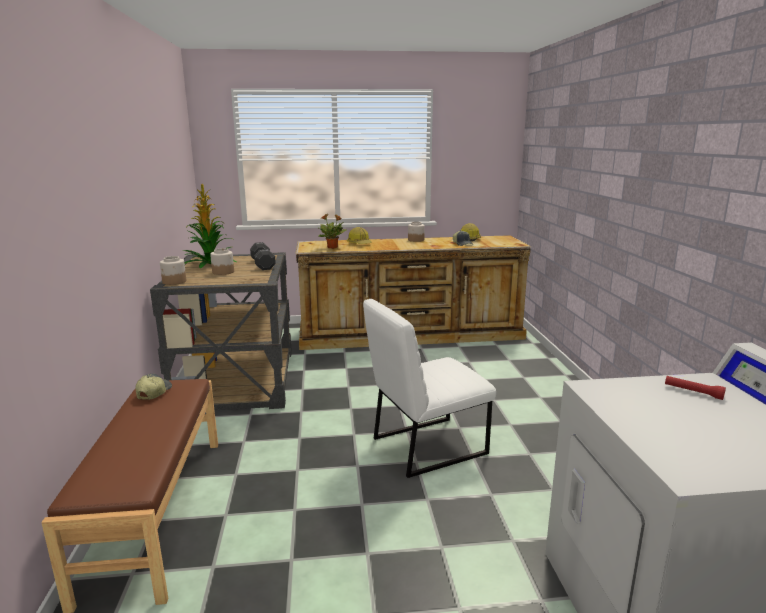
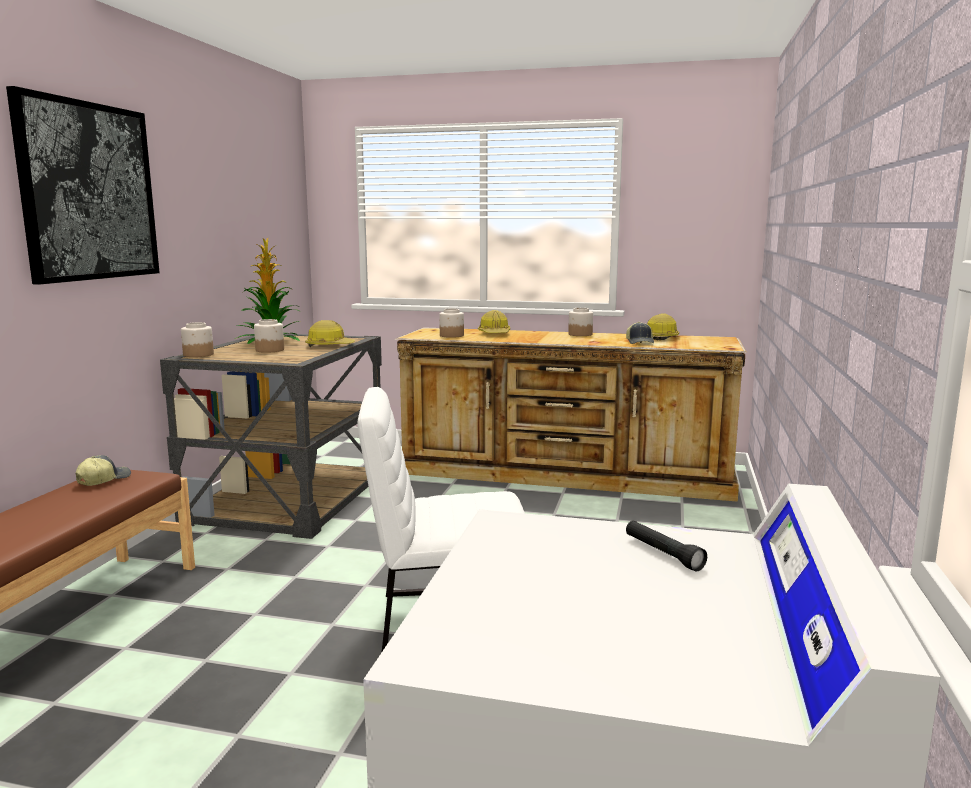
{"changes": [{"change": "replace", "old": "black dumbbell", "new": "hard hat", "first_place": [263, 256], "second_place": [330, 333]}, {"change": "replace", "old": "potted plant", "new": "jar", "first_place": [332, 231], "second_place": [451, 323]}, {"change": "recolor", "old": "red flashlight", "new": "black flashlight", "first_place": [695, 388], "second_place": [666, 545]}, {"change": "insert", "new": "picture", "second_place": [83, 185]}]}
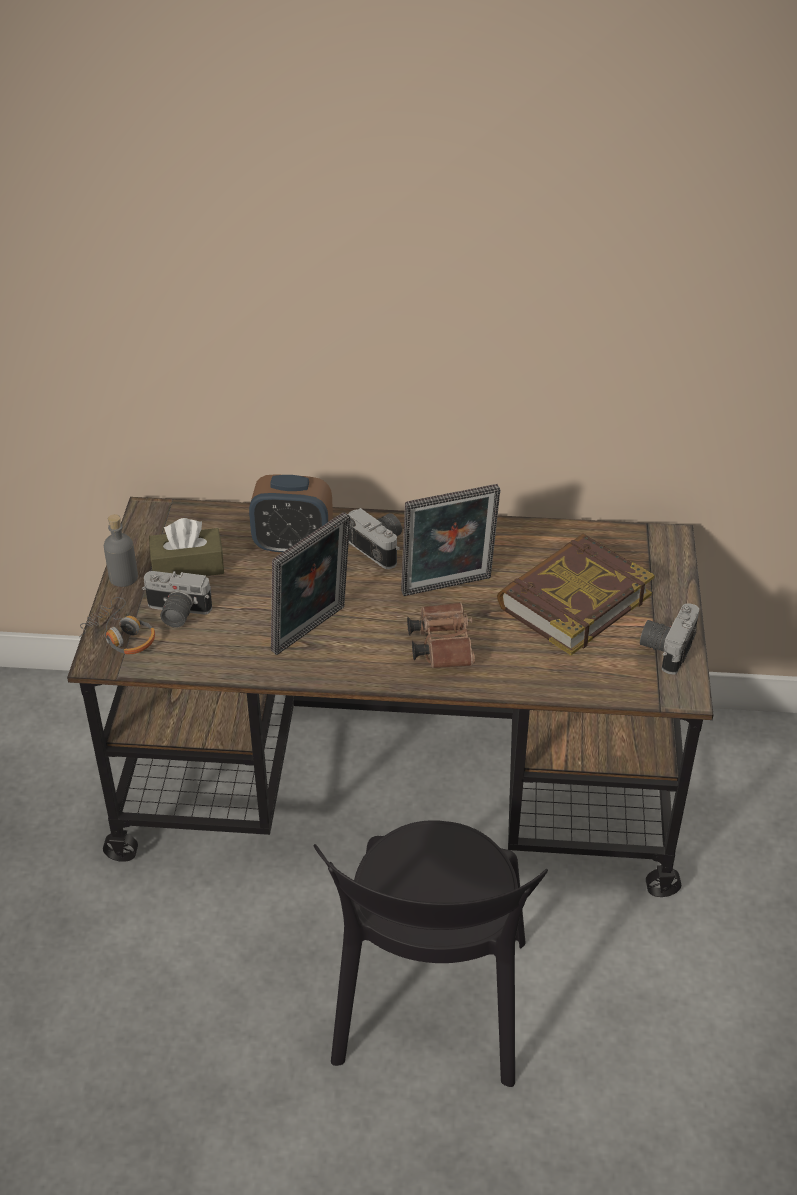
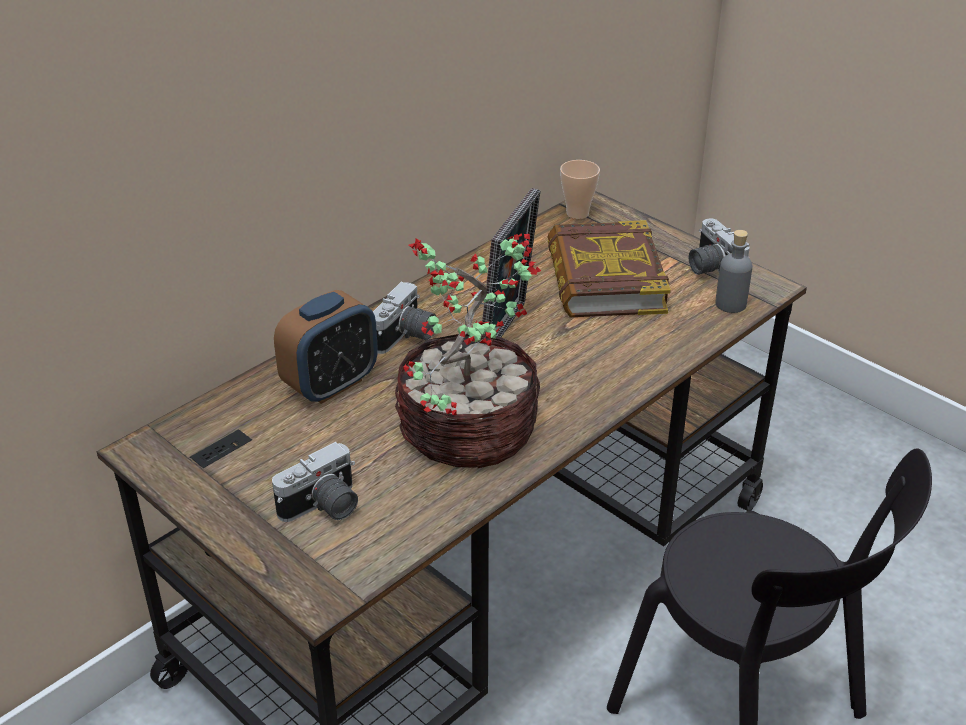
{"changes": [{"change": "delete", "old": "headphones", "first_place": [117, 626]}, {"change": "move", "old": "grey bottle", "first_place": [121, 550], "second_place": [734, 271]}, {"change": "delete", "old": "brown tissue box", "first_place": [186, 547]}, {"change": "replace", "old": "picture frame", "new": "potted plant", "first_place": [310, 583], "second_place": [468, 351]}, {"change": "rotate", "old": "photo camera", "first_place": [375, 538], "second_place": [404, 318], "degrees": 120}, {"change": "delete", "old": "brown binoculars", "first_place": [441, 635]}, {"change": "insert", "new": "cup", "second_place": [580, 189]}]}
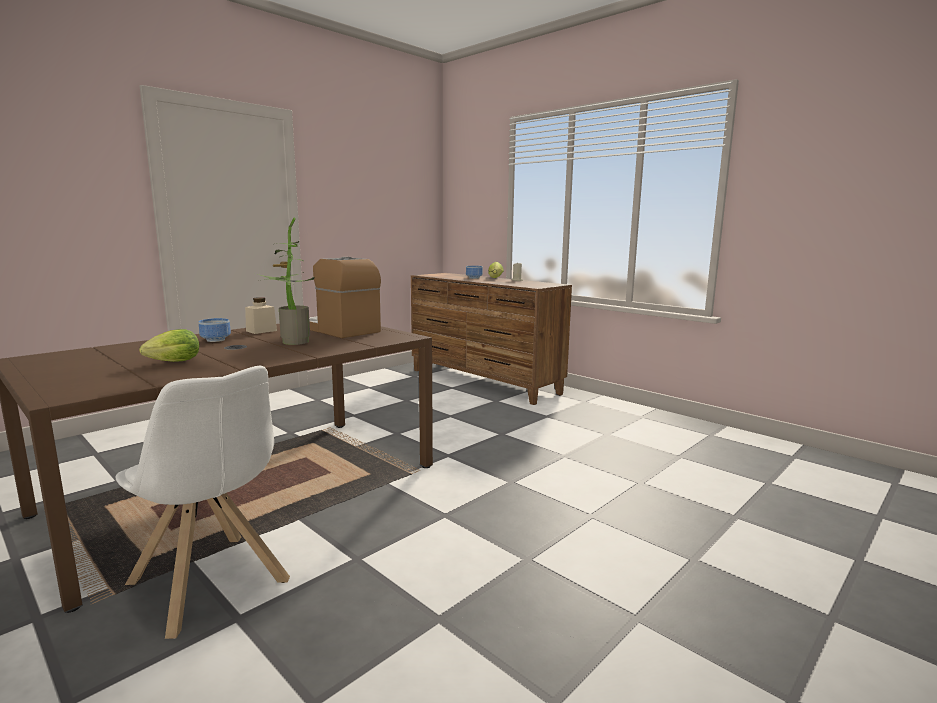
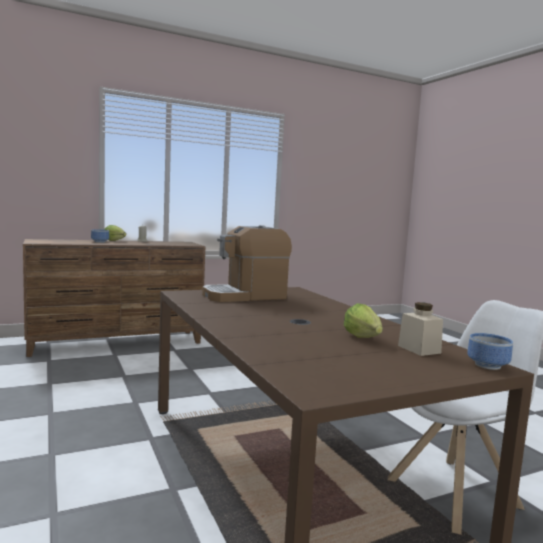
{"changes": [{"change": "move", "old": "bowl", "first_place": [215, 330], "second_place": [490, 351]}, {"change": "move", "old": "beige jar", "first_place": [261, 315], "second_place": [420, 329]}, {"change": "delete", "old": "potted plant", "first_place": [286, 281]}]}
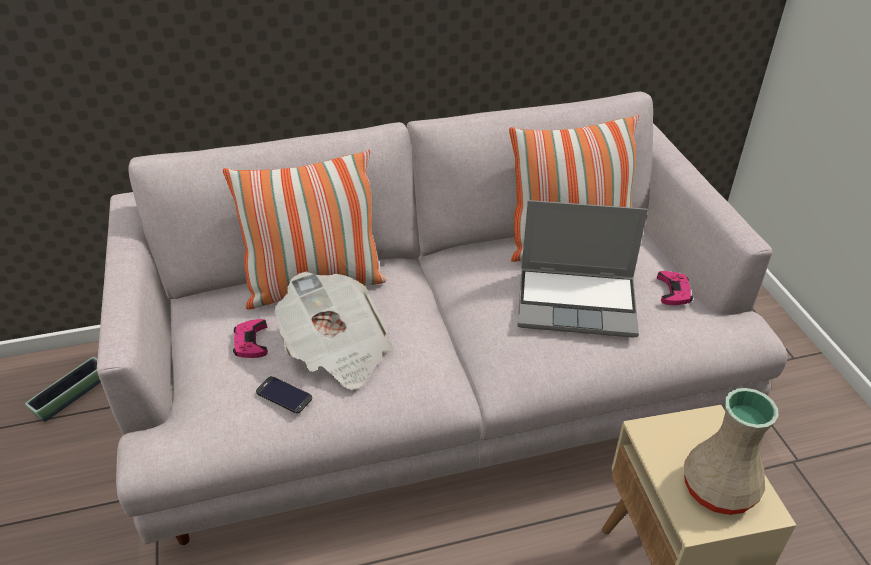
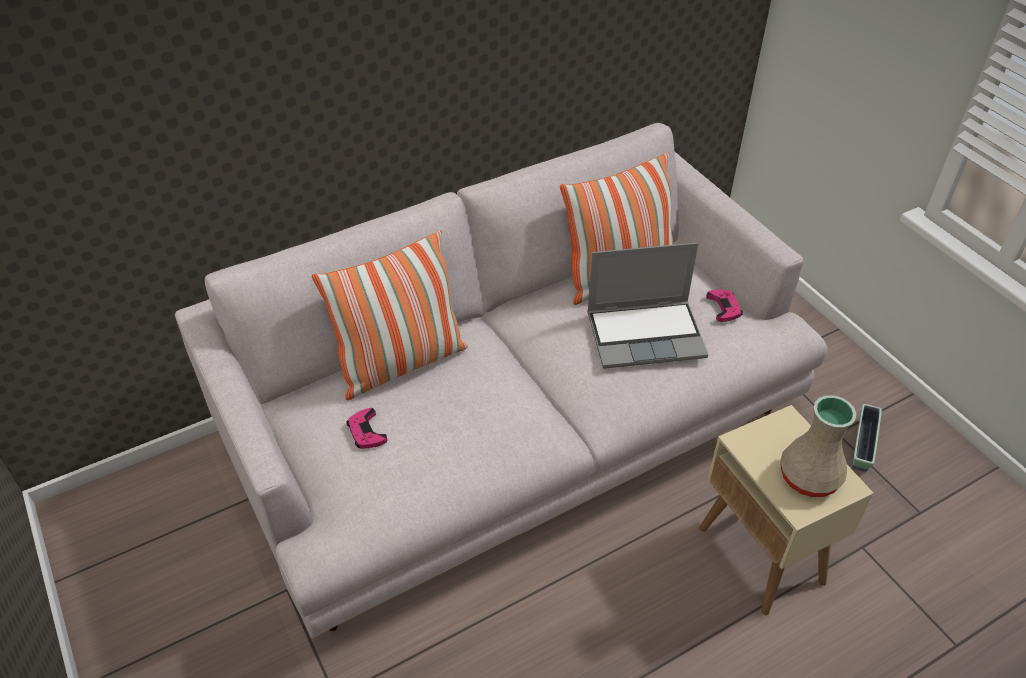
{"changes": [{"change": "move", "old": "planter", "first_place": [63, 389], "second_place": [867, 438]}, {"change": "delete", "old": "phone", "first_place": [284, 394]}, {"change": "delete", "old": "newspaper", "first_place": [333, 331]}]}
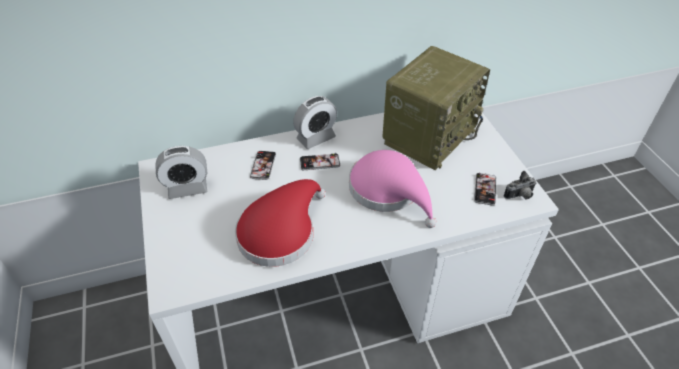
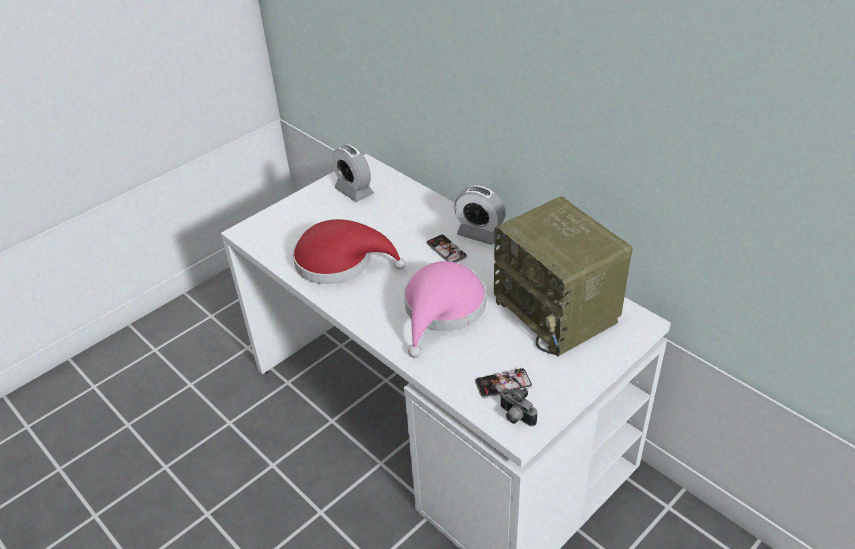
{"changes": [{"change": "delete", "old": "phone", "first_place": [263, 165]}, {"change": "rotate", "old": "radio", "first_place": [436, 108], "second_place": [563, 276], "degrees": 45}]}
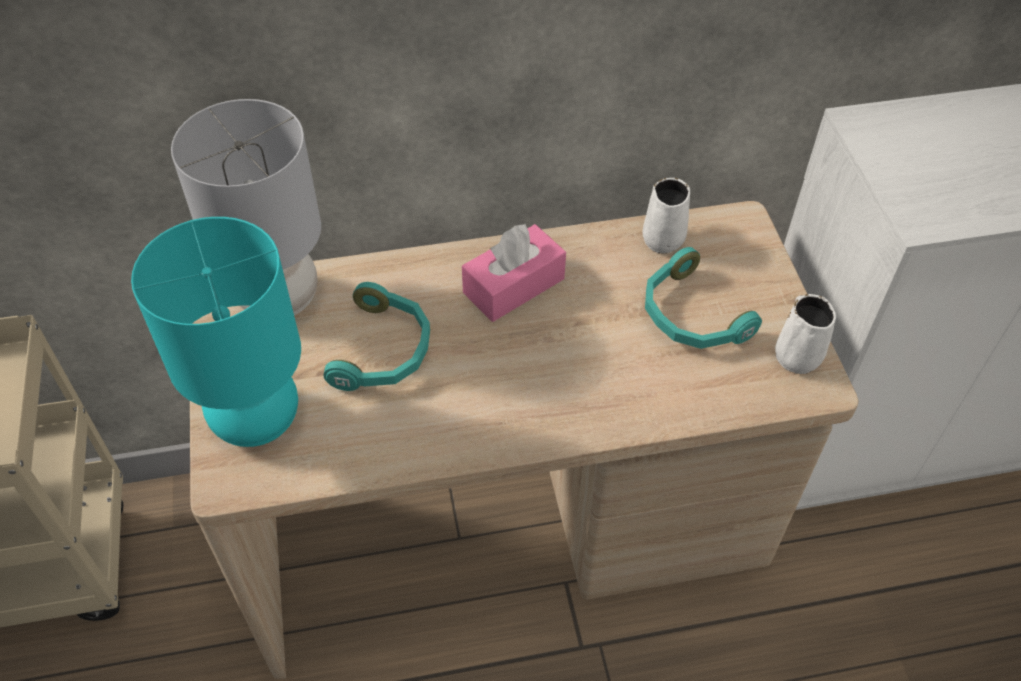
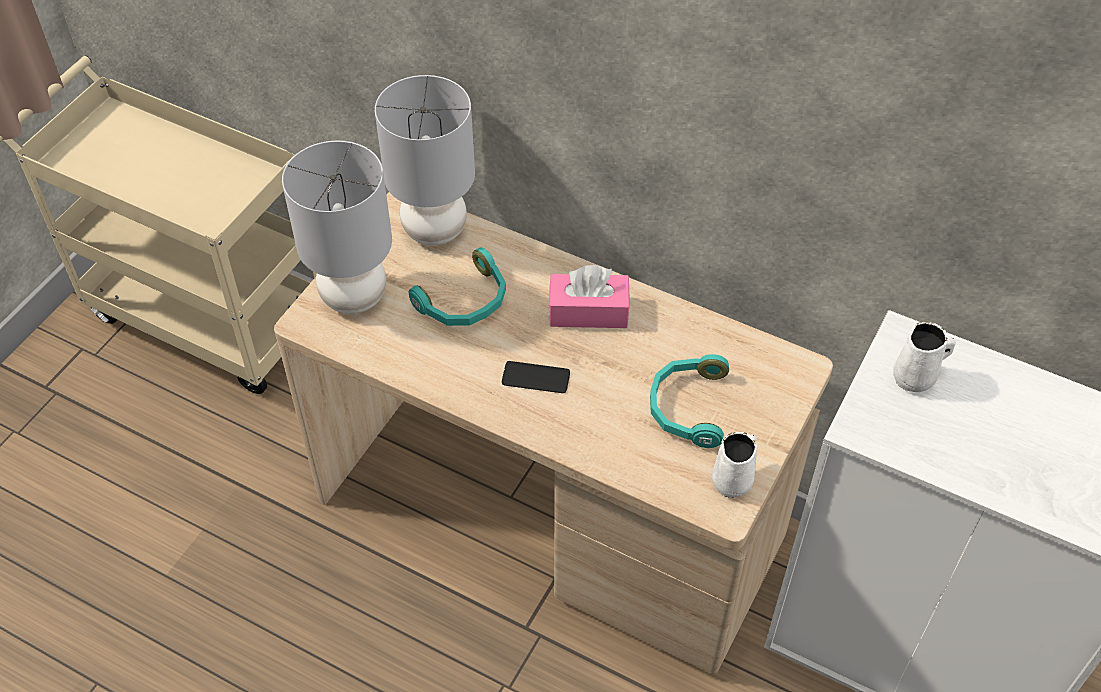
{"changes": [{"change": "recolor", "old": "turquoise table lamp", "new": "grey table lamp", "first_place": [216, 332], "second_place": [337, 227]}, {"change": "move", "old": "white mug", "first_place": [666, 216], "second_place": [924, 357]}, {"change": "insert", "new": "phone", "second_place": [536, 377]}]}
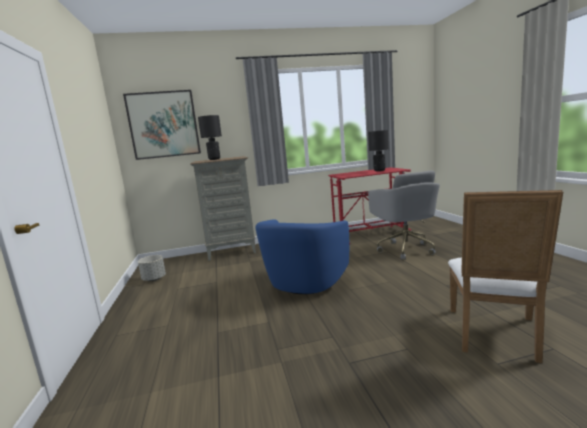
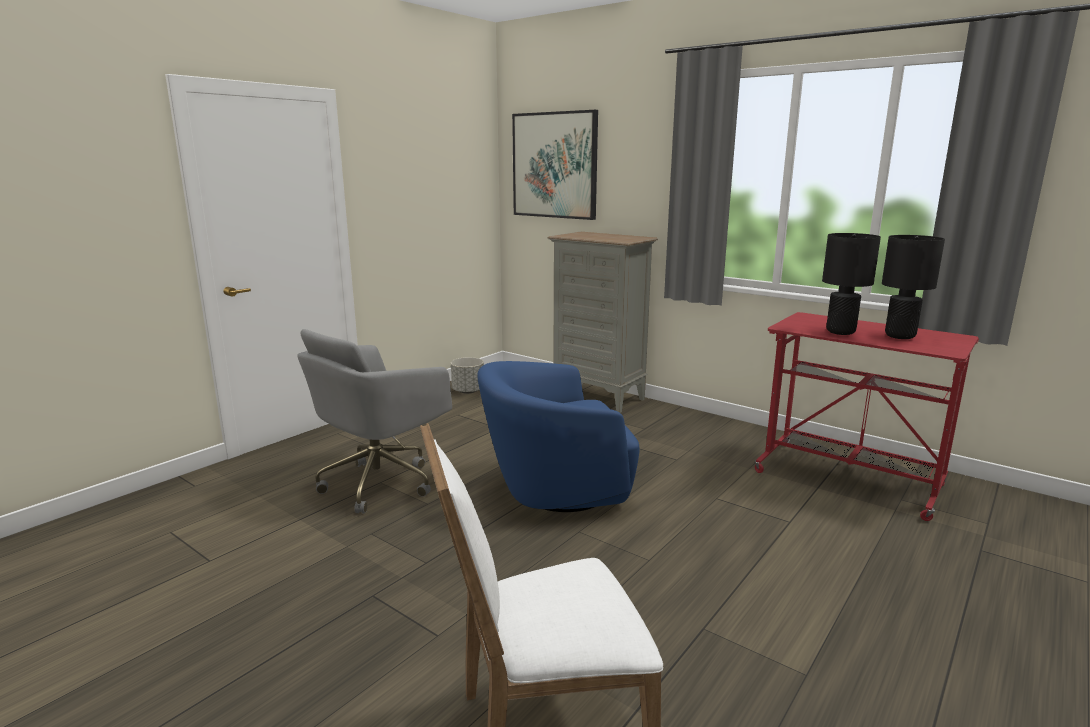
{"changes": [{"change": "move", "old": "black table lamp", "first_place": [210, 137], "second_place": [851, 284]}, {"change": "move", "old": "grey office chair", "first_place": [404, 215], "second_place": [374, 421]}]}
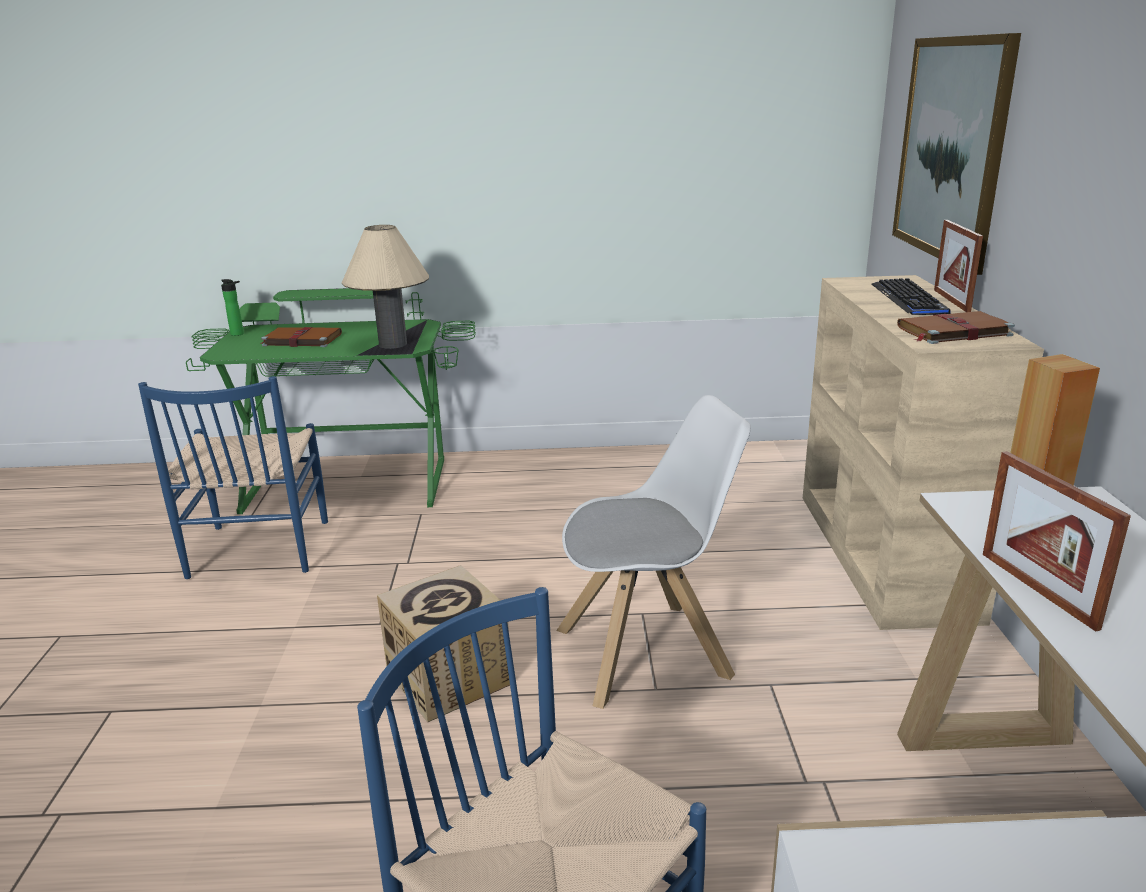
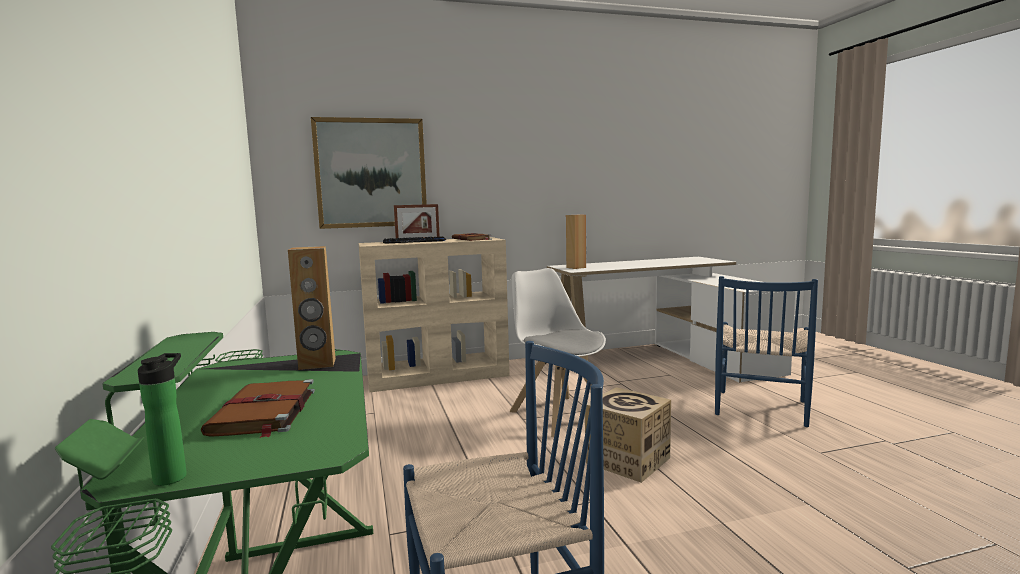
{"changes": [{"change": "replace", "old": "beige table lamp", "new": "brown speaker", "first_place": [385, 287], "second_place": [312, 308]}, {"change": "delete", "old": "picture frame", "first_place": [1057, 541]}]}
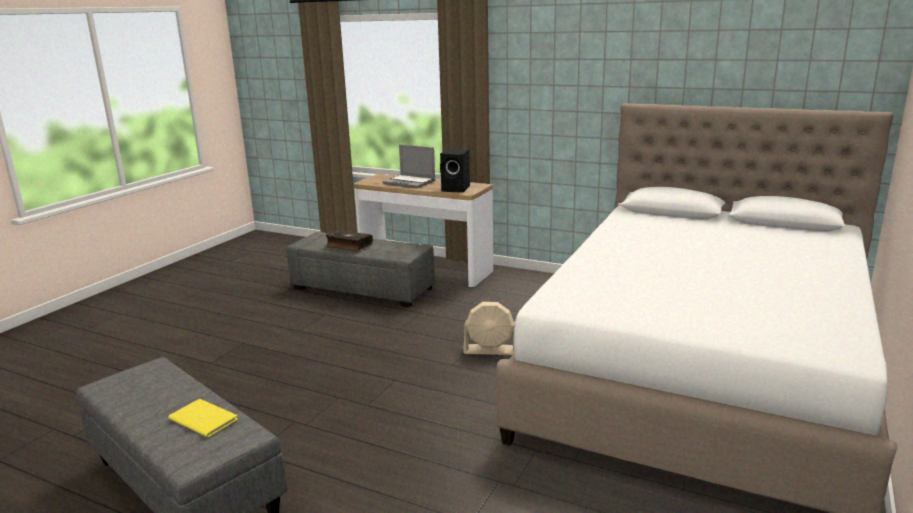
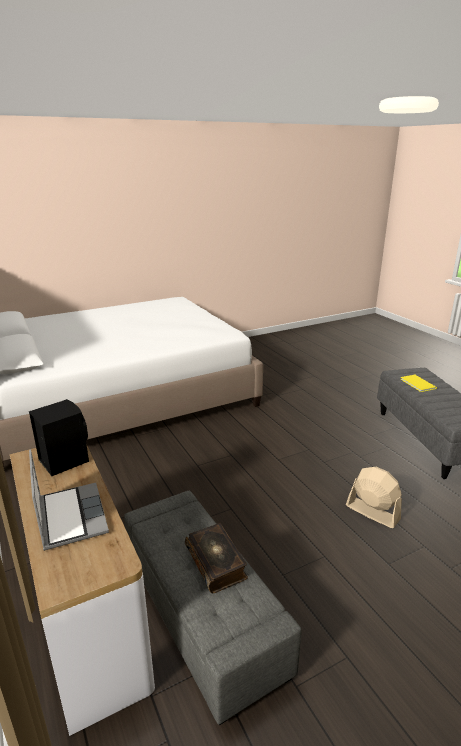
{"changes": [{"change": "move", "old": "beige fan", "first_place": [489, 328], "second_place": [374, 497]}]}
